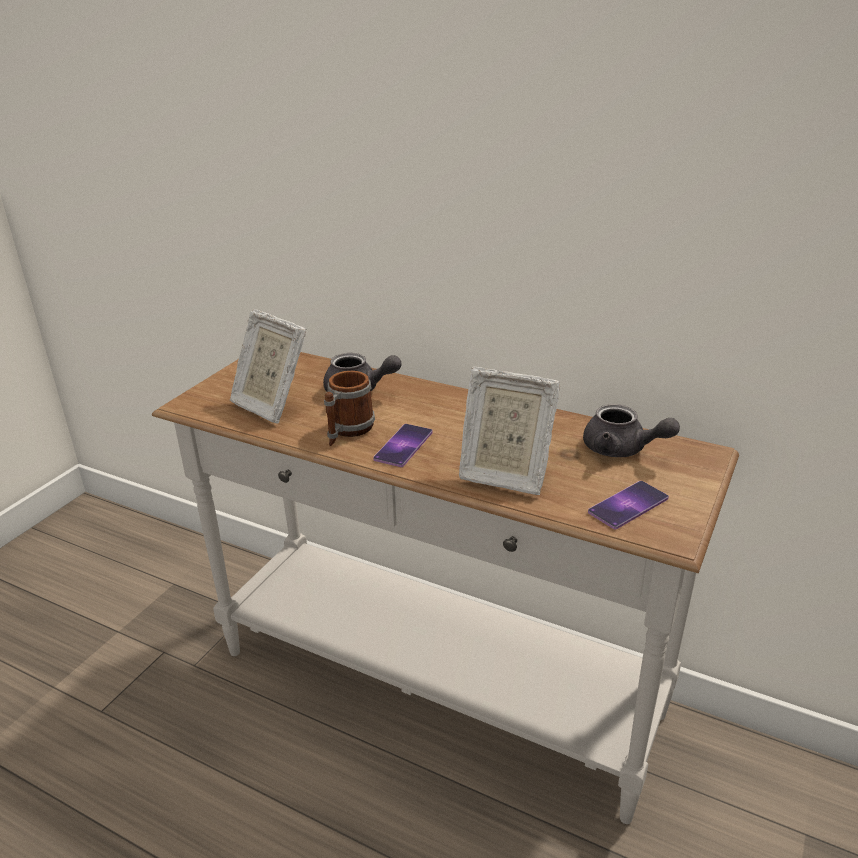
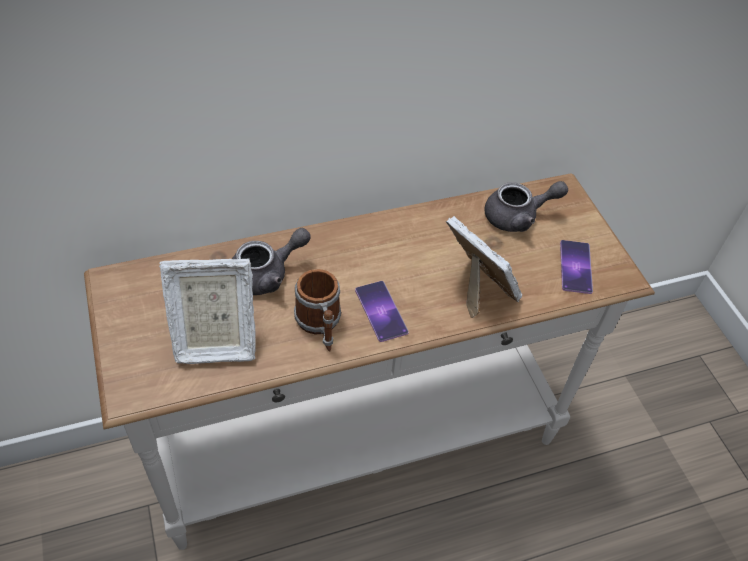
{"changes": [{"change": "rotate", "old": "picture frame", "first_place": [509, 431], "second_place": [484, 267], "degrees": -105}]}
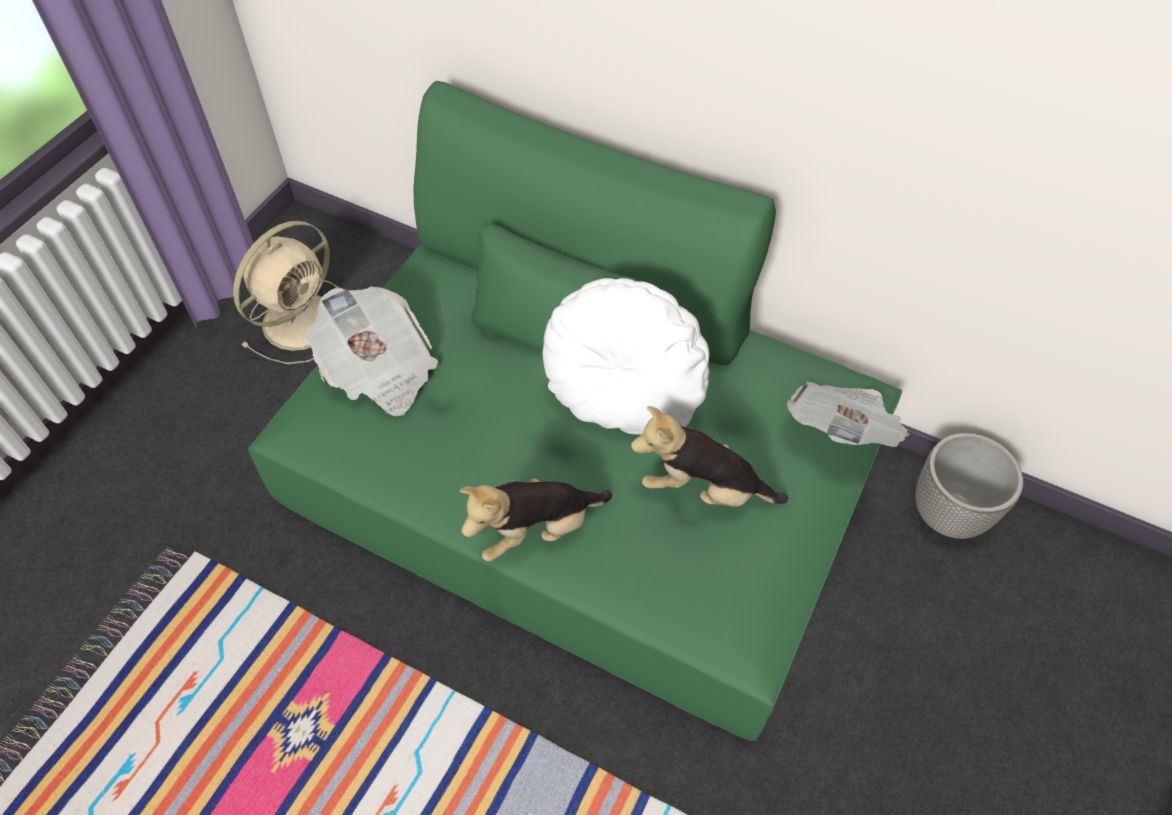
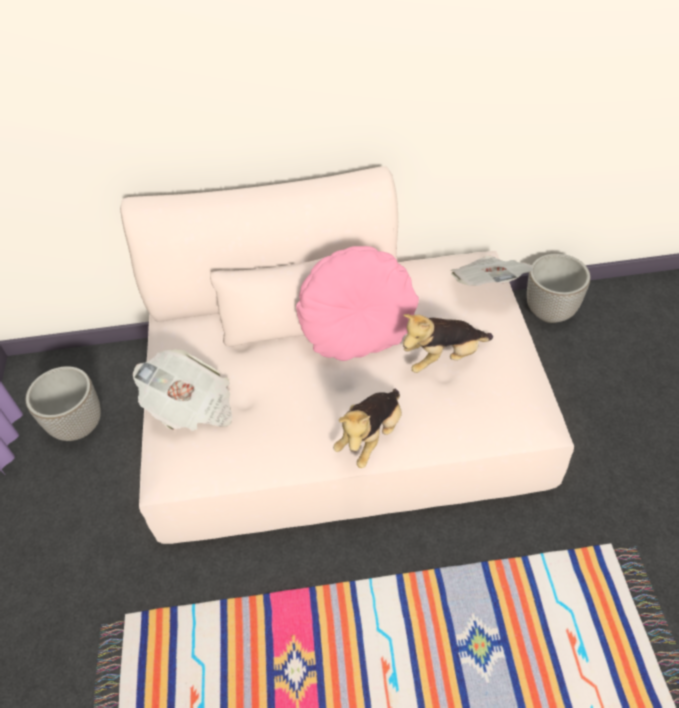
{"changes": [{"change": "replace", "old": "beige fan", "new": "planter", "first_place": [286, 292], "second_place": [63, 403]}, {"change": "recolor", "old": "green sofa", "new": "beige sofa", "first_place": [575, 411], "second_place": [347, 355]}, {"change": "recolor", "old": "white pillow", "new": "pink pillow", "first_place": [626, 356], "second_place": [357, 303]}]}
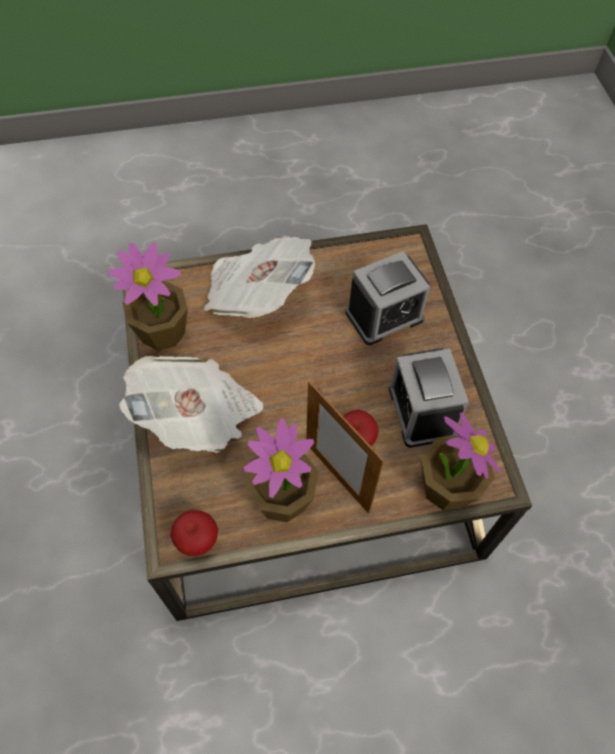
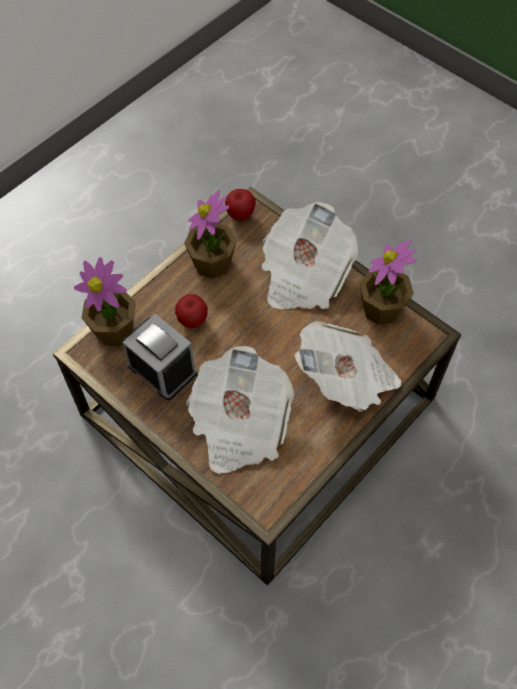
{"changes": [{"change": "delete", "old": "picture frame", "first_place": [345, 447]}, {"change": "replace", "old": "alarm clock", "new": "newspaper", "first_place": [388, 298], "second_place": [240, 410]}]}
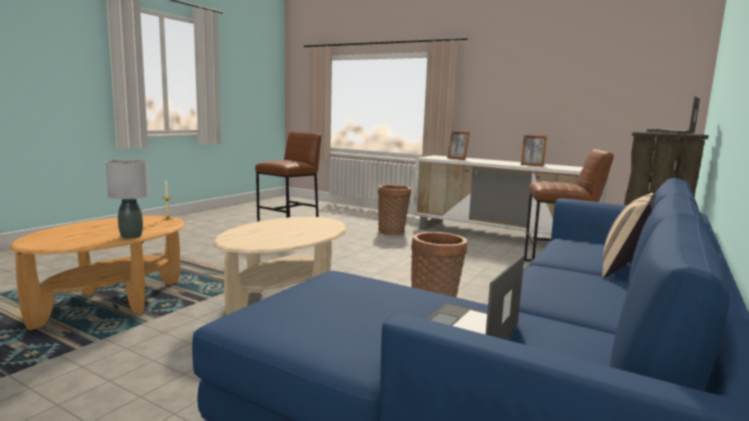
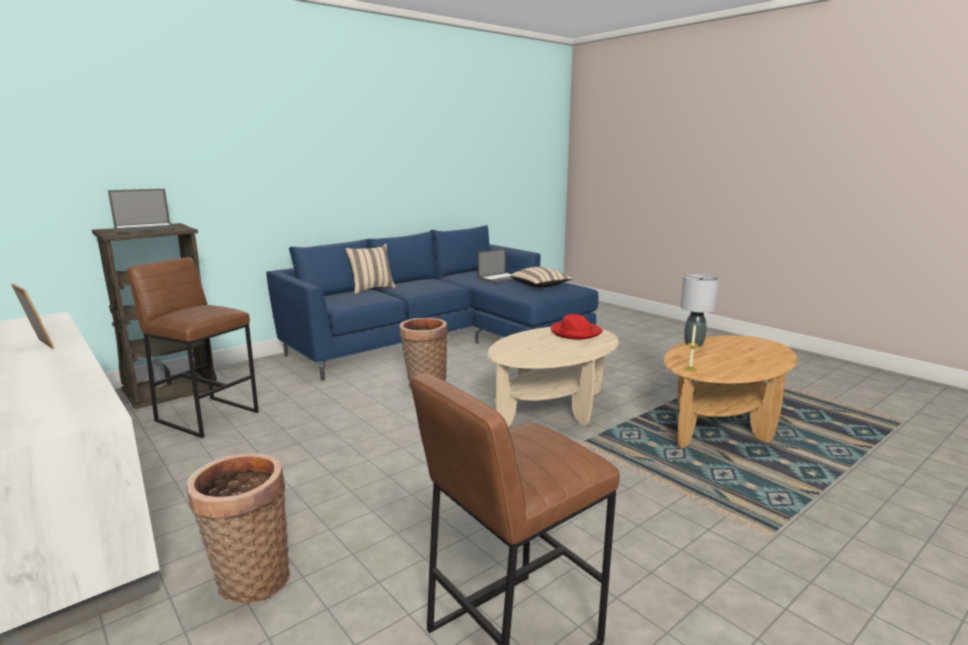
{"changes": [{"change": "delete", "old": "picture frame", "first_place": [458, 145]}, {"change": "insert", "new": "beige pillow", "second_place": [541, 277]}, {"change": "insert", "new": "red hat", "second_place": [577, 326]}]}
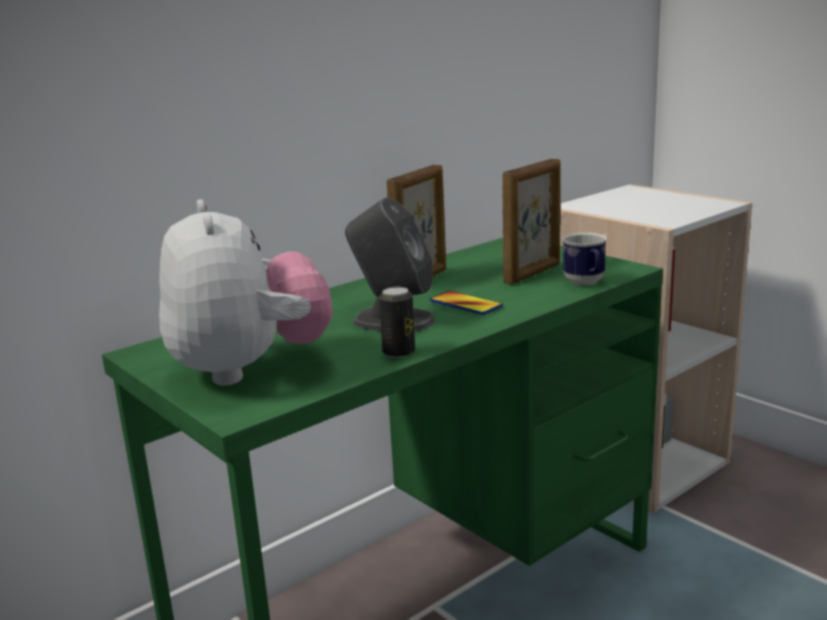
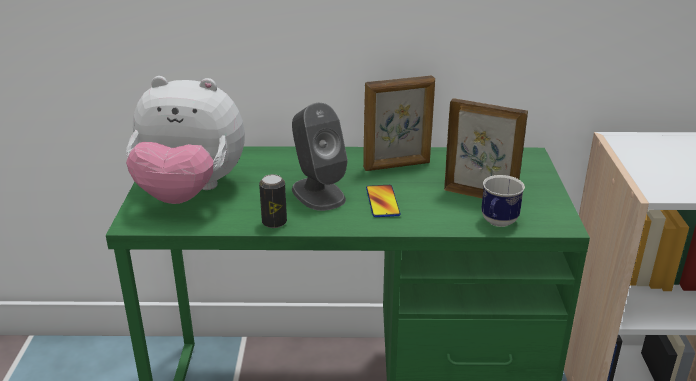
{"changes": [{"change": "rotate", "old": "plush toy", "first_place": [246, 292], "second_place": [185, 140], "degrees": 75}, {"change": "rotate", "old": "picture frame", "first_place": [531, 222], "second_place": [486, 148], "degrees": -150}]}
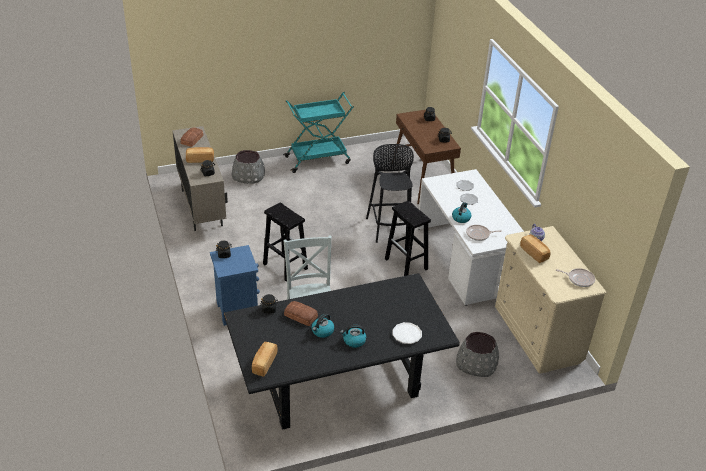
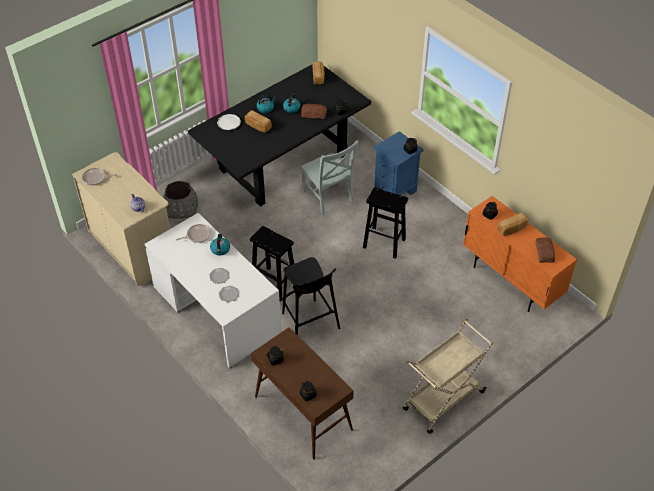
{"changes": [{"change": "recolor", "old": "beige cabinet", "new": "orange cabinet", "first_place": [200, 178], "second_place": [520, 254]}, {"change": "delete", "old": "grey planter", "first_place": [248, 167]}, {"change": "recolor", "old": "turquoise cart", "new": "beige cart", "first_place": [318, 132], "second_place": [448, 376]}, {"change": "move", "old": "bread", "first_place": [535, 248], "second_place": [258, 121]}]}
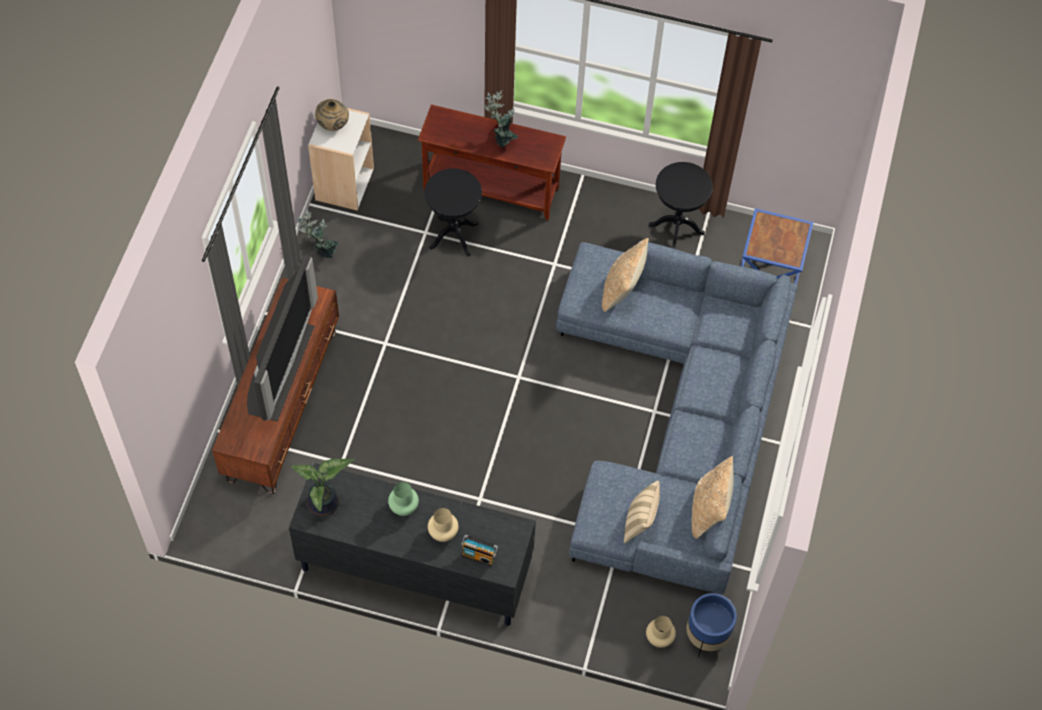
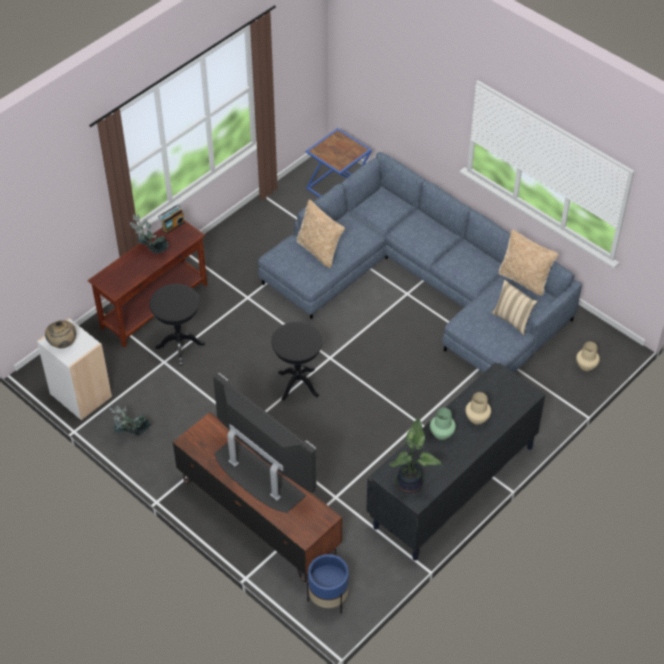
{"changes": [{"change": "move", "old": "radio", "first_place": [479, 551], "second_place": [171, 219]}, {"change": "move", "old": "black side table", "first_place": [681, 205], "second_place": [297, 361]}, {"change": "move", "old": "blue planter", "first_place": [711, 625], "second_place": [328, 584]}]}
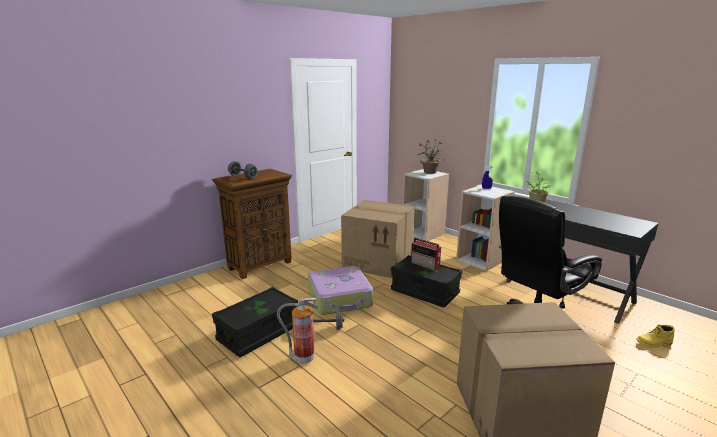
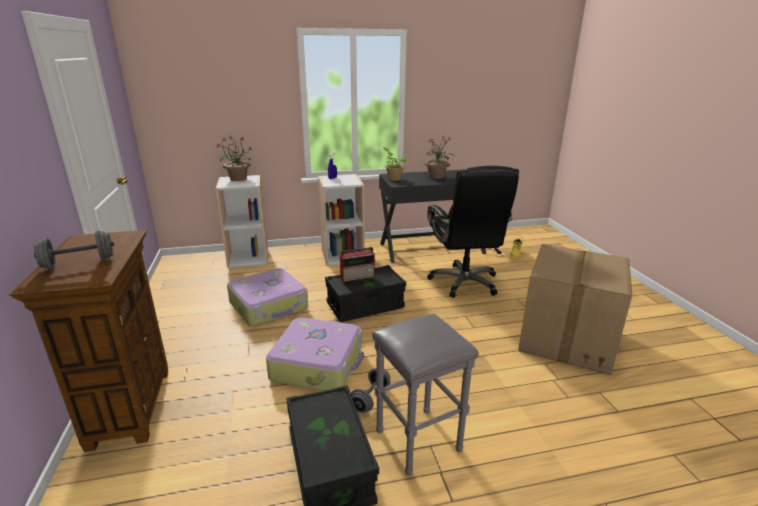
{"changes": [{"change": "replace", "old": "fire extinguisher", "new": "grey stool", "first_place": [297, 331], "second_place": [425, 395]}, {"change": "replace", "old": "cardboard box", "new": "suitcase", "first_place": [378, 239], "second_place": [267, 297]}, {"change": "insert", "new": "potted plant", "second_place": [439, 157]}]}
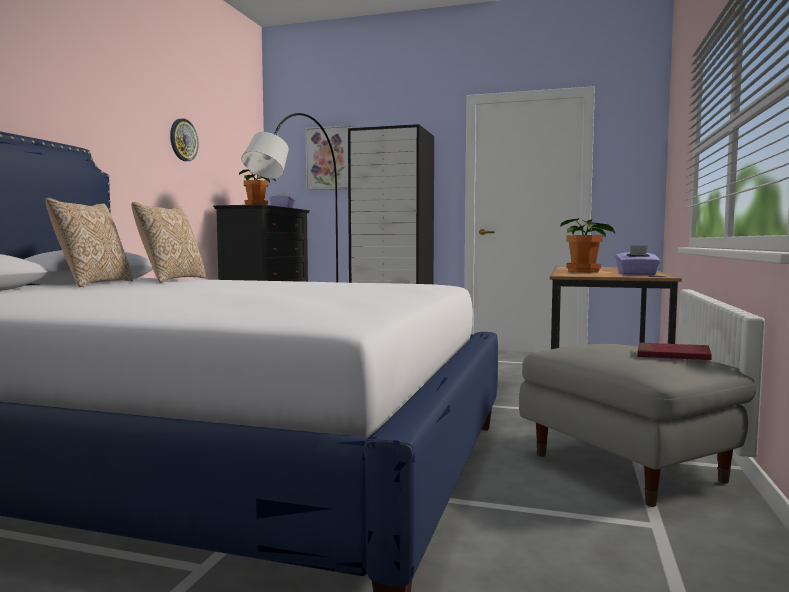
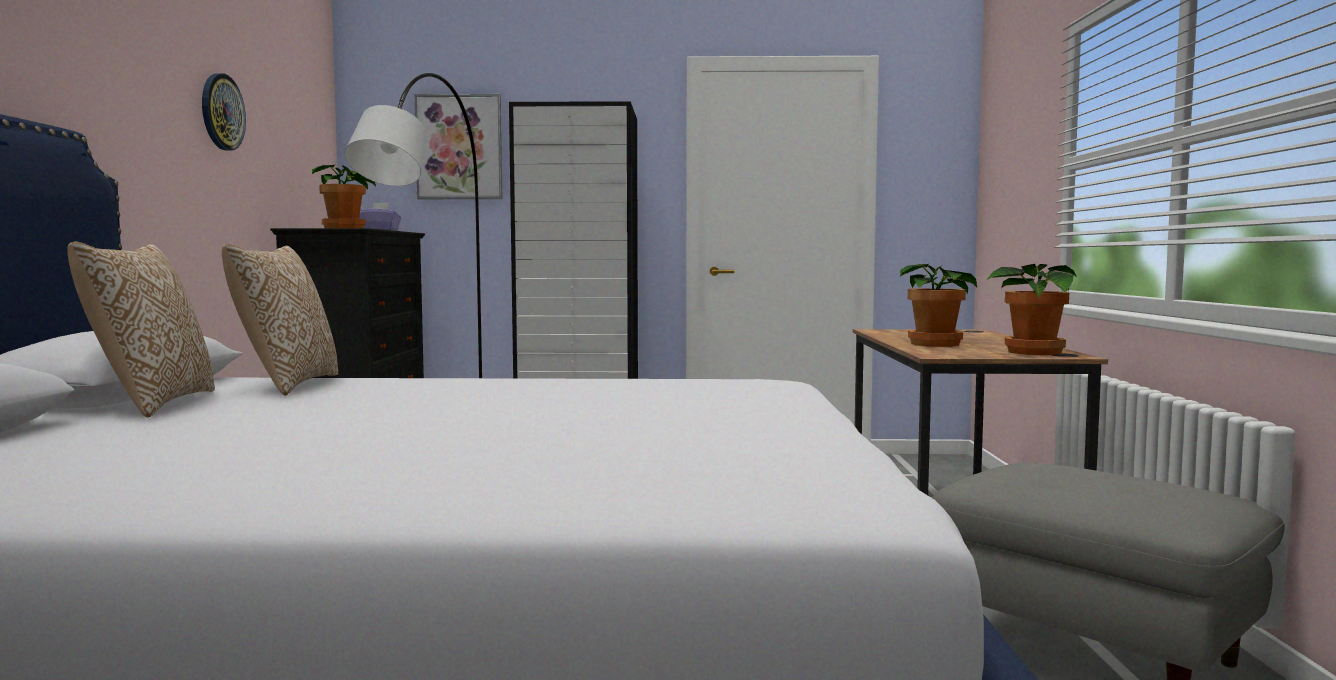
{"changes": [{"change": "replace", "old": "purple tissue box", "new": "potted plant", "first_place": [638, 260], "second_place": [1032, 309]}, {"change": "delete", "old": "red book", "first_place": [675, 351]}]}
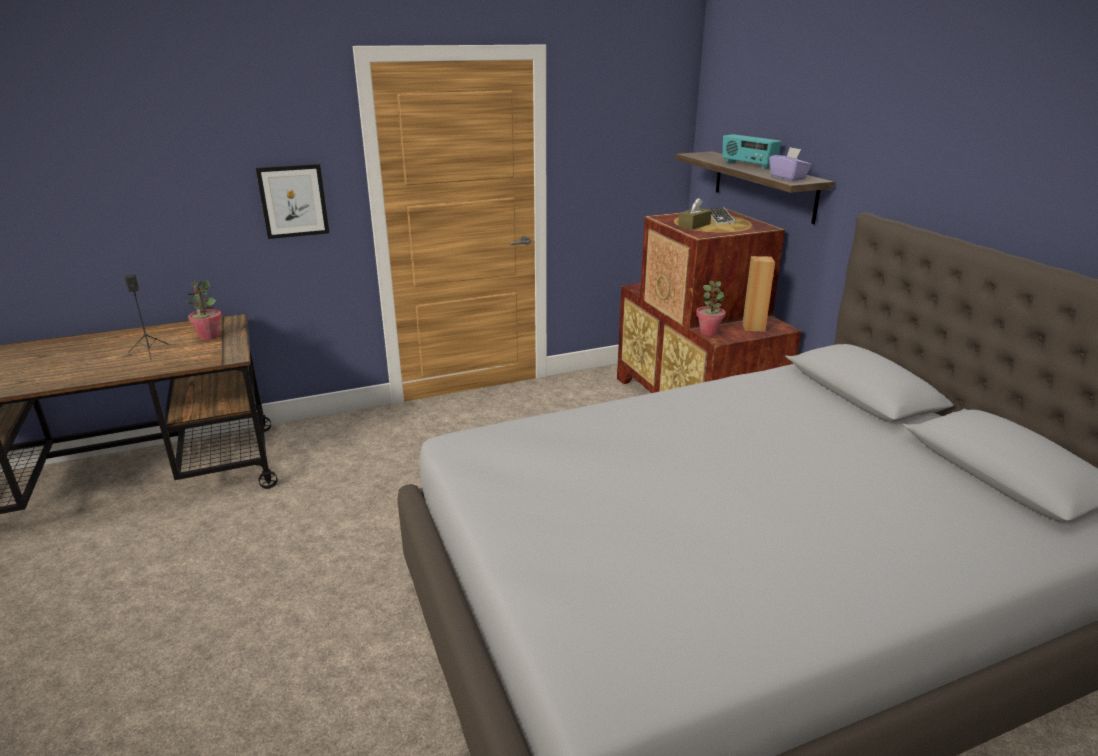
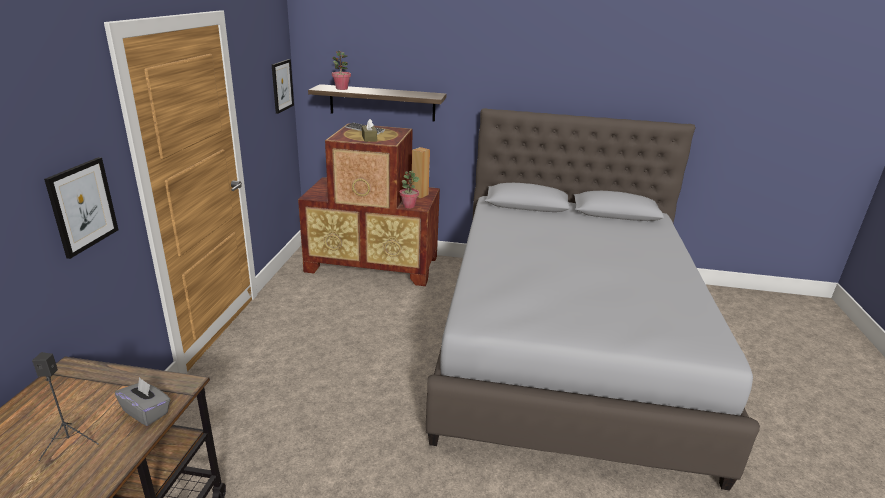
{"changes": [{"change": "move", "old": "potted plant", "first_place": [204, 310], "second_place": [341, 70]}, {"change": "delete", "old": "radio", "first_place": [752, 151]}, {"change": "delete", "old": "purple tissue box", "first_place": [790, 164]}, {"change": "insert", "new": "grey tissue box", "second_place": [143, 401]}, {"change": "insert", "new": "picture", "second_place": [283, 86]}]}
